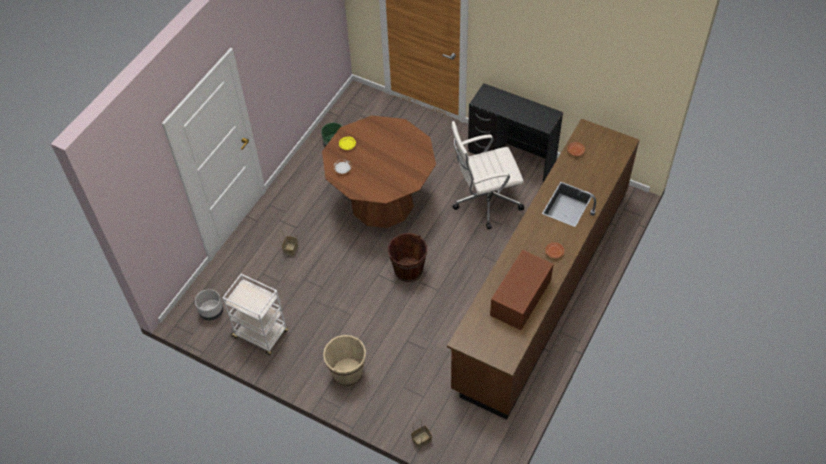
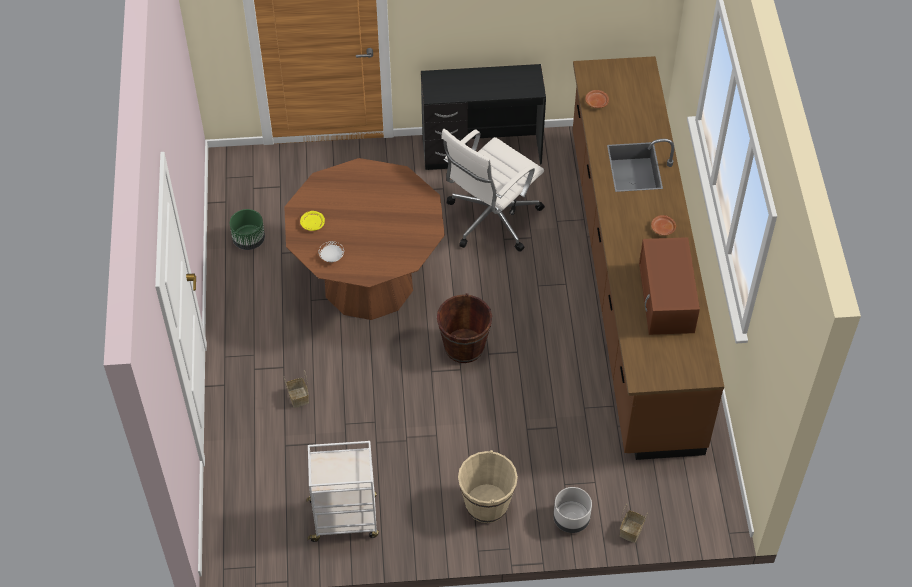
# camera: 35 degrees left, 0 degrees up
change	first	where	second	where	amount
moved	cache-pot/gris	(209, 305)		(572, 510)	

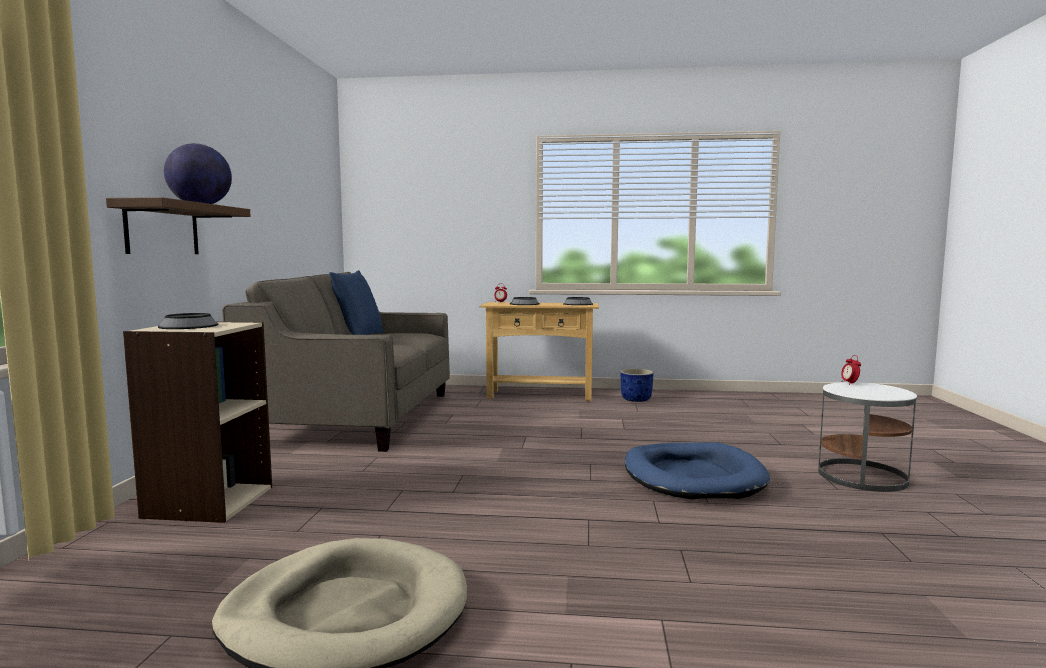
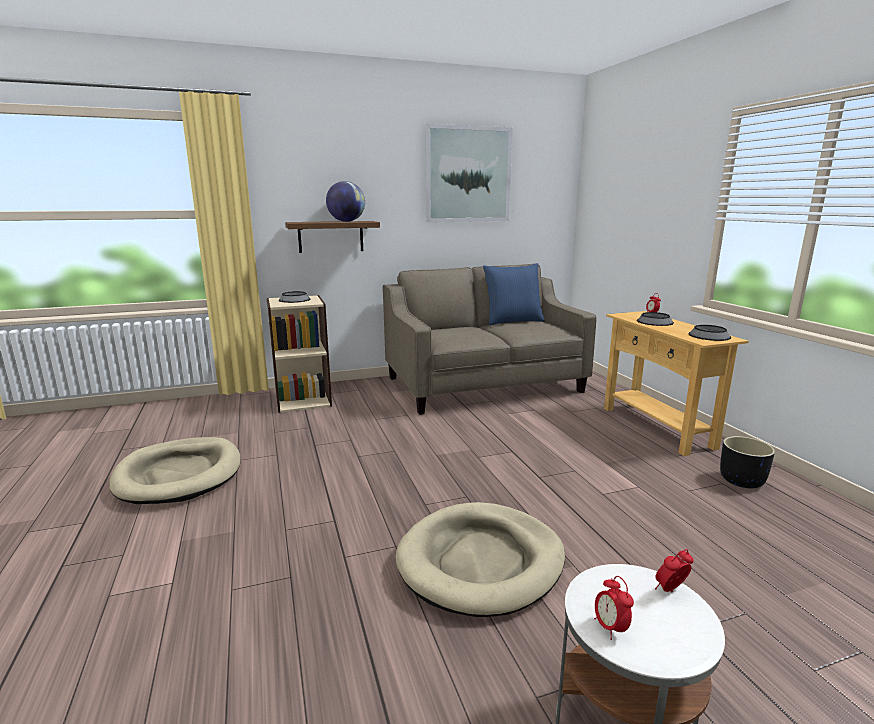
# camera: 65 degrees right, 10 degrees up
change	first	where	second	where	amount
recoloured	panier pour chien/bleu	(697, 471)	panier pour chien/beige	(480, 559)	
added			tableau	(469, 173)	
added			réveil	(614, 608)	
recoloured	cache-pot/bleu	(637, 385)	cache-pot/noir	(747, 462)	

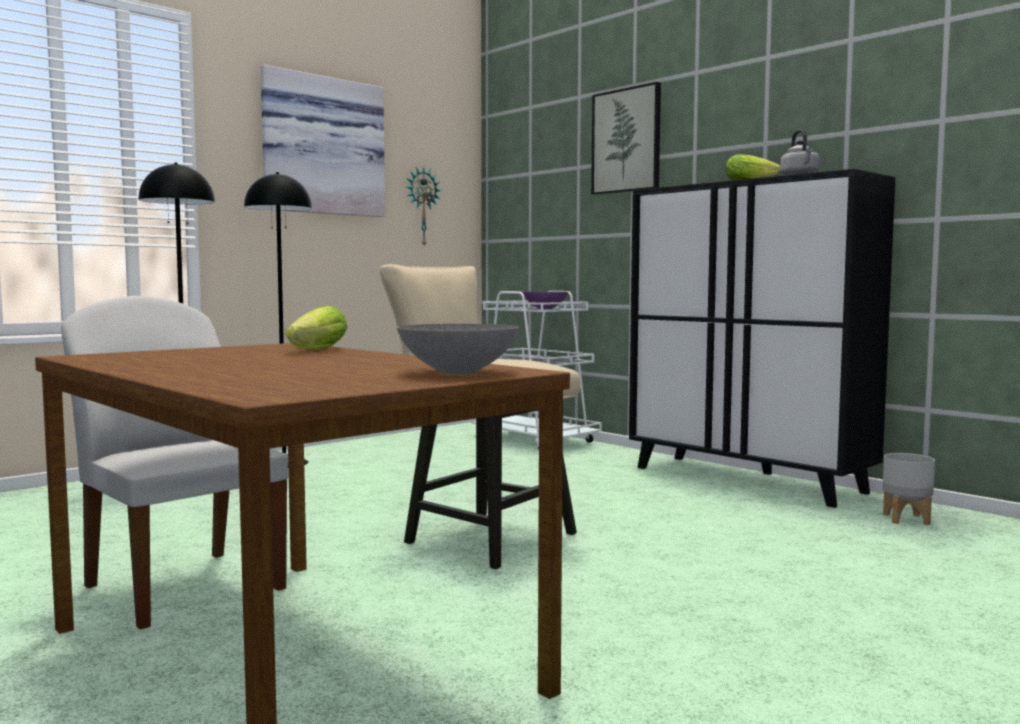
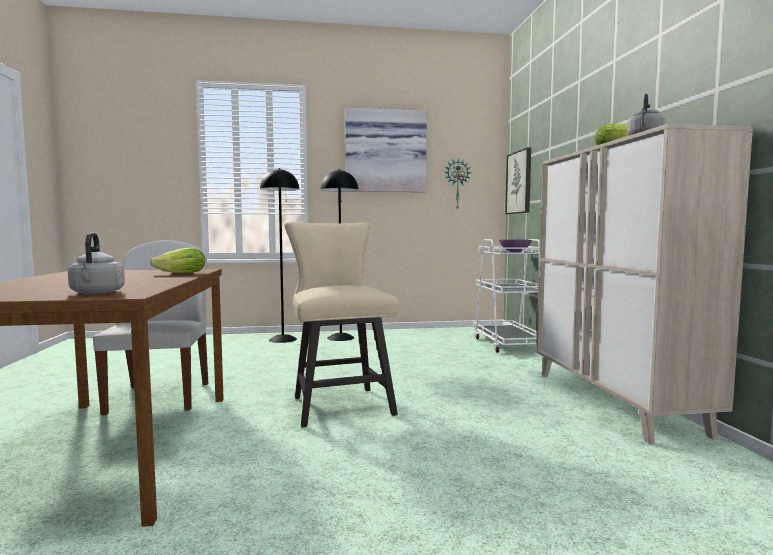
# camera: 35 degrees right, 0 degrees up
change	first	where	second	where	amount
replaced	bol/gris	(458, 349)	bouilloire/gris	(96, 263)	
moved	tableau	(626, 138)		(518, 180)	
recoloured	meuble de rangement/noir	(762, 338)	meuble de rangement/beige	(644, 284)	
removed	cache-pot/gris	(909, 489)			

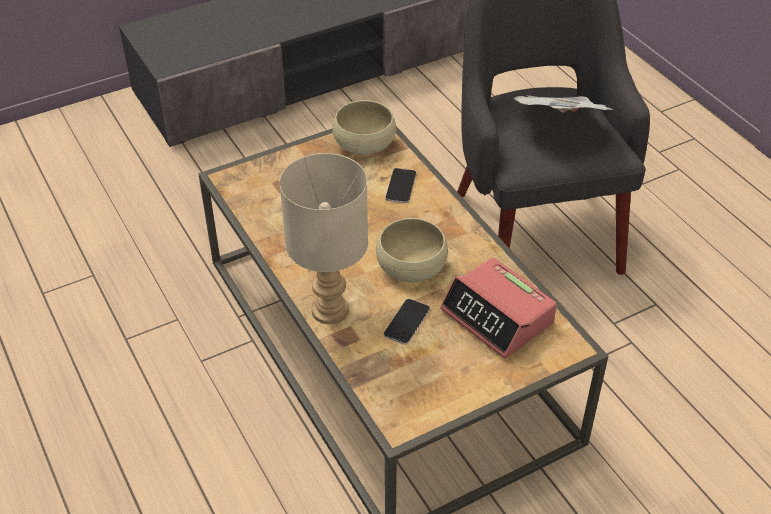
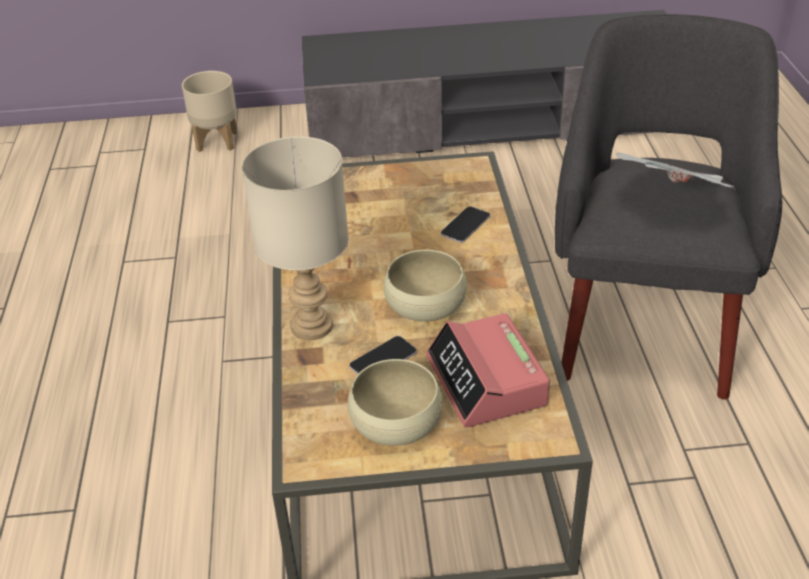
# camera: 25 degrees right, 5 degrees down
change	first	where	second	where	amount
added			cache-pot/beige	(209, 111)	
moved	bol/beige	(364, 127)		(395, 402)	

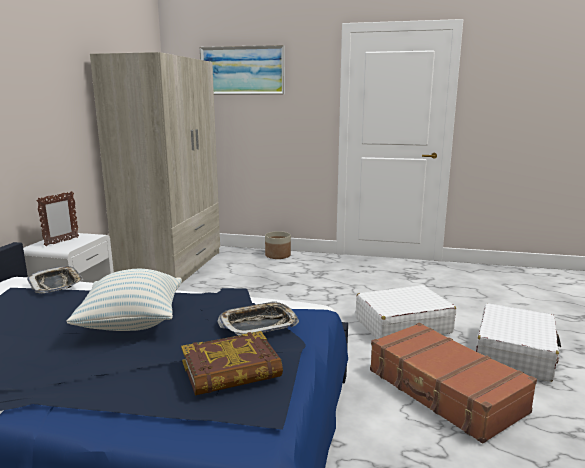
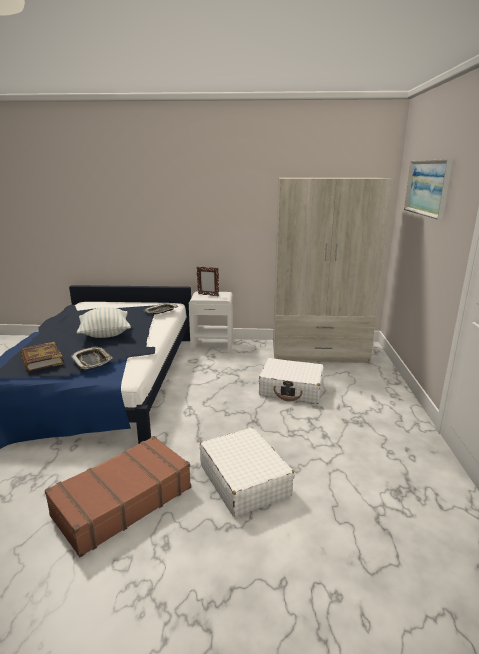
# camera: 80 degrees right, 5 degrees up
change	first	where	second	where	amount
moved	valise/blanc	(518, 342)		(291, 381)	
removed	cache-pot	(278, 245)			

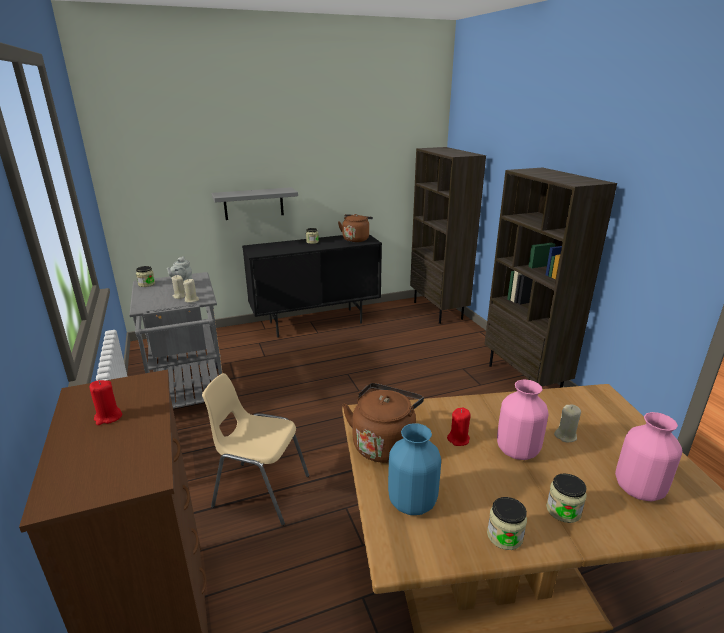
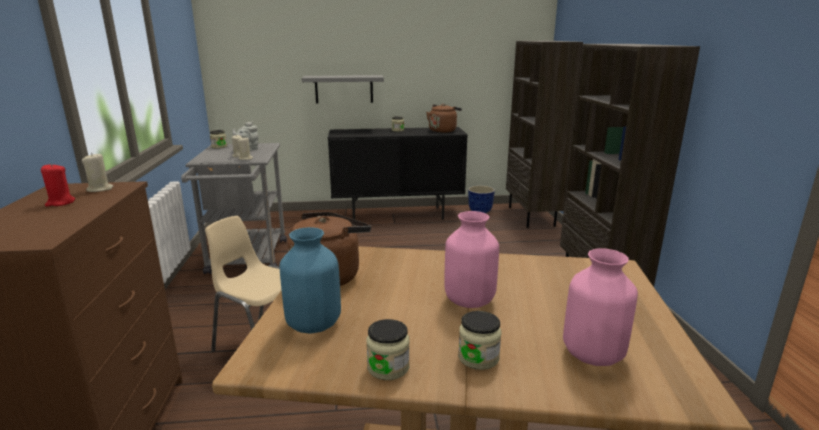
# camera: 15 degrees right, 5 degrees down
change	first	where	second	where	amount
moved	bougie/beige	(567, 423)		(97, 172)	
added			cache-pot	(481, 199)	
removed	bougie/rouge	(459, 427)			

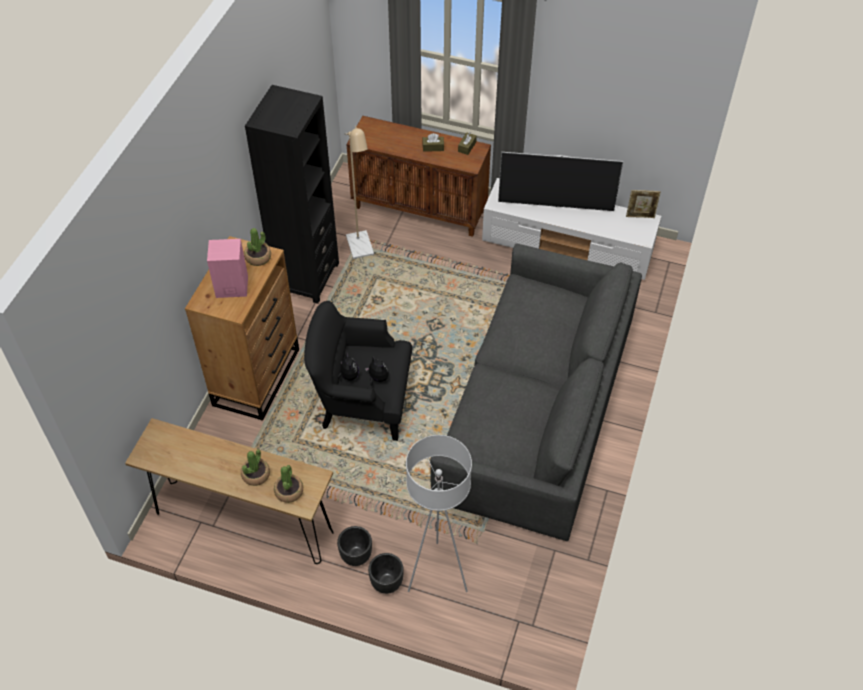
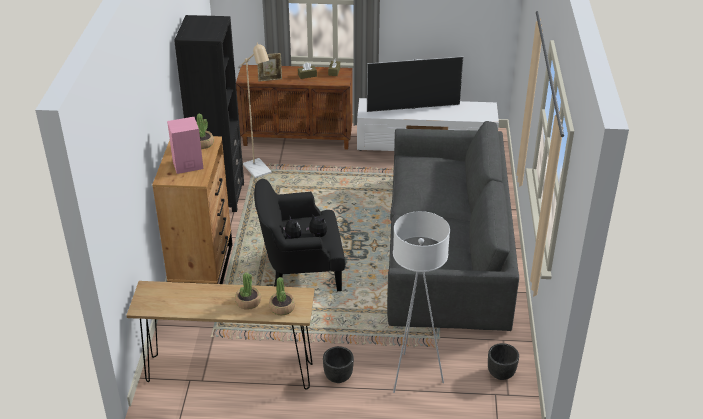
# camera: 15 degrees left, 15 degrees down
change	first	where	second	where	amount
moved	cadre photo	(643, 204)		(269, 67)	
moved	cache-pot/noir	(386, 573)		(503, 361)	

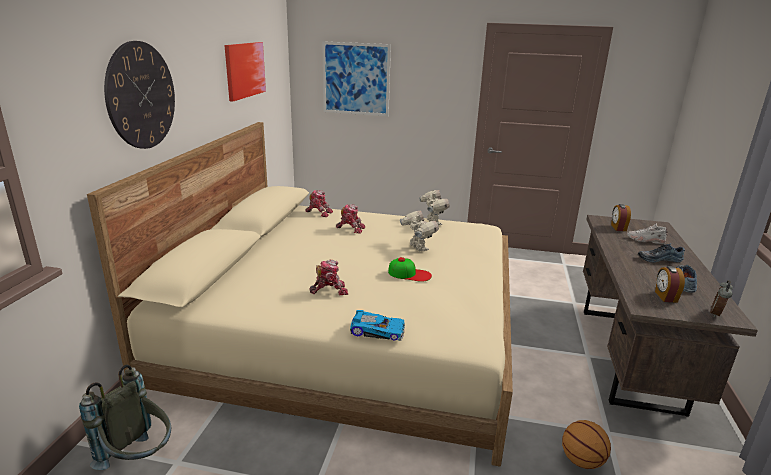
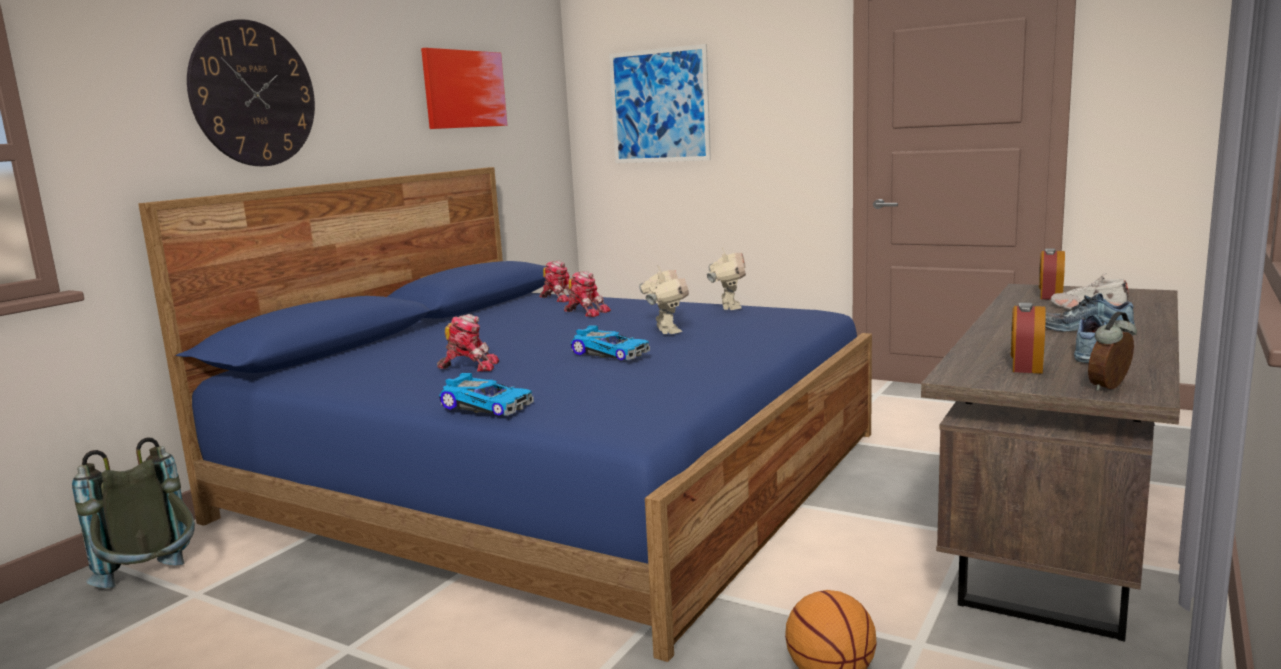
# camera: 20 degrees right, 10 degrees down
change	first	where	second	where	amount
recoloured	lit/beige	(300, 294)	lit/bleu	(505, 414)	
replaced	casquette	(410, 269)	petite voiture	(610, 342)	

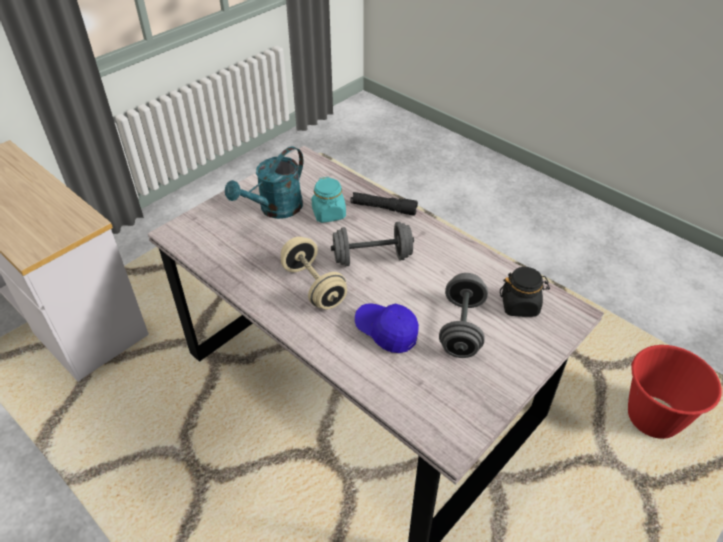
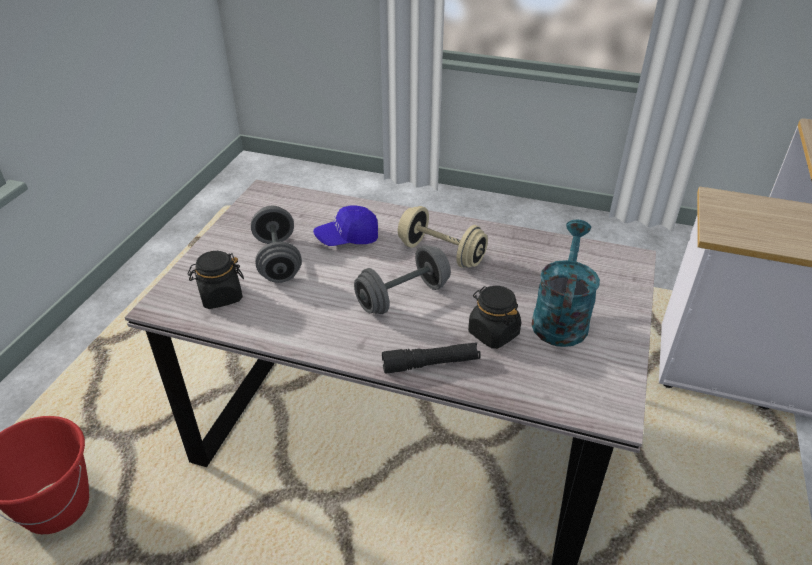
# camera: 155 degrees right, 5 degrees down
change	first	where	second	where	amount
turned	casquette/bleu	(387, 328)		(345, 225)	150 degrees clockwise
recoloured	bocal/turquoise	(329, 200)	bocal/noir	(494, 317)	

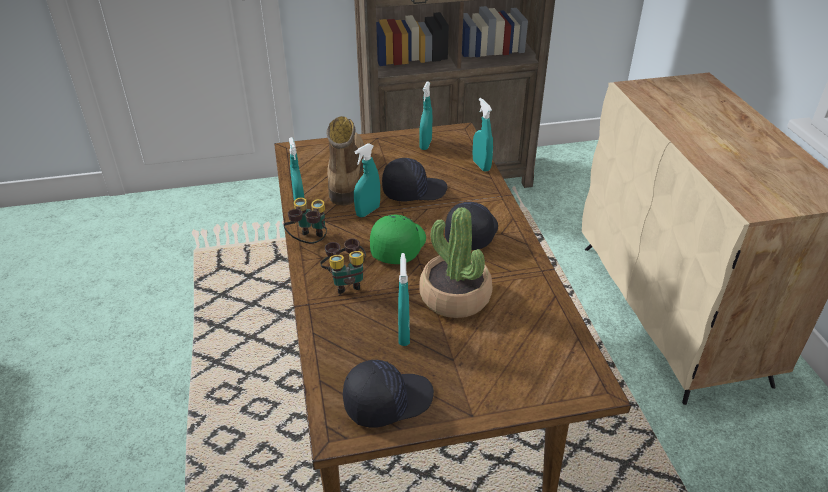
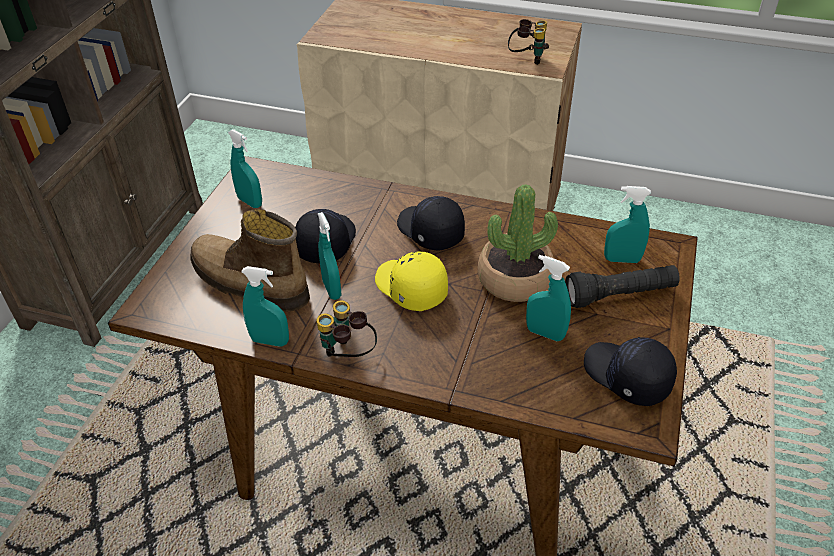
# camera: 60 degrees left, 5 degrees up
change	first	where	second	where	amount
recoloured	casquette/vert	(398, 239)	casquette/jaune	(411, 281)	
moved	jumelles	(343, 266)		(528, 42)	
added			lampe de poche/noir	(622, 286)	
turned	casquette/noir	(388, 394)		(630, 371)	45 degrees counterclockwise
moved	vaporisateur/turquoise	(482, 135)		(627, 224)	

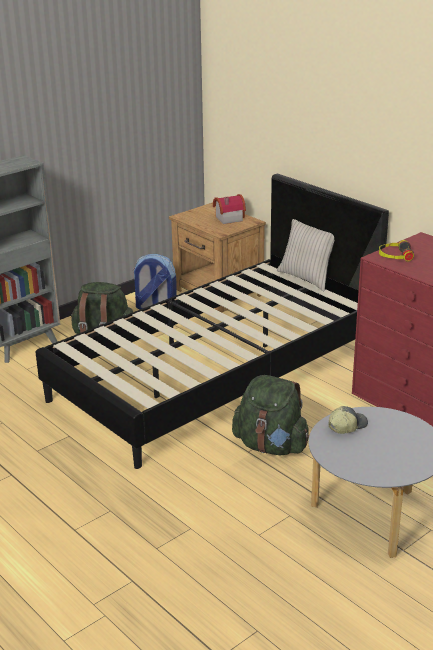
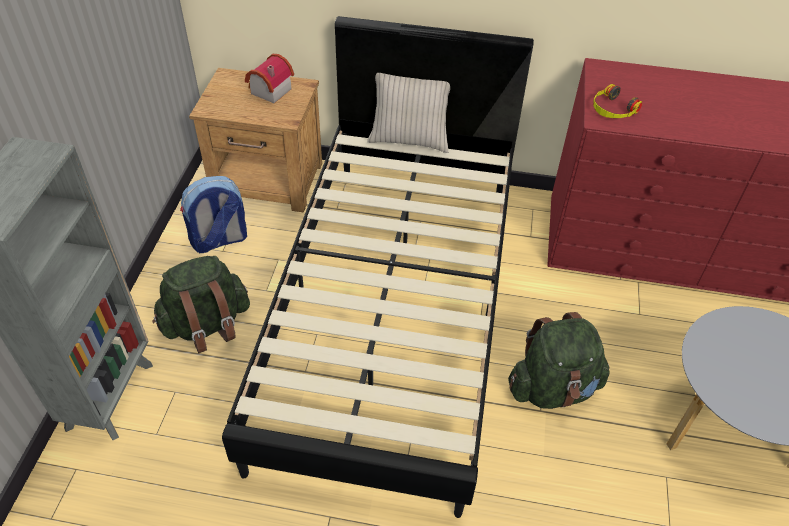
# camera: 40 degrees left, 20 degrees up
change	first	where	second	where	amount
removed	casquette	(348, 420)			

